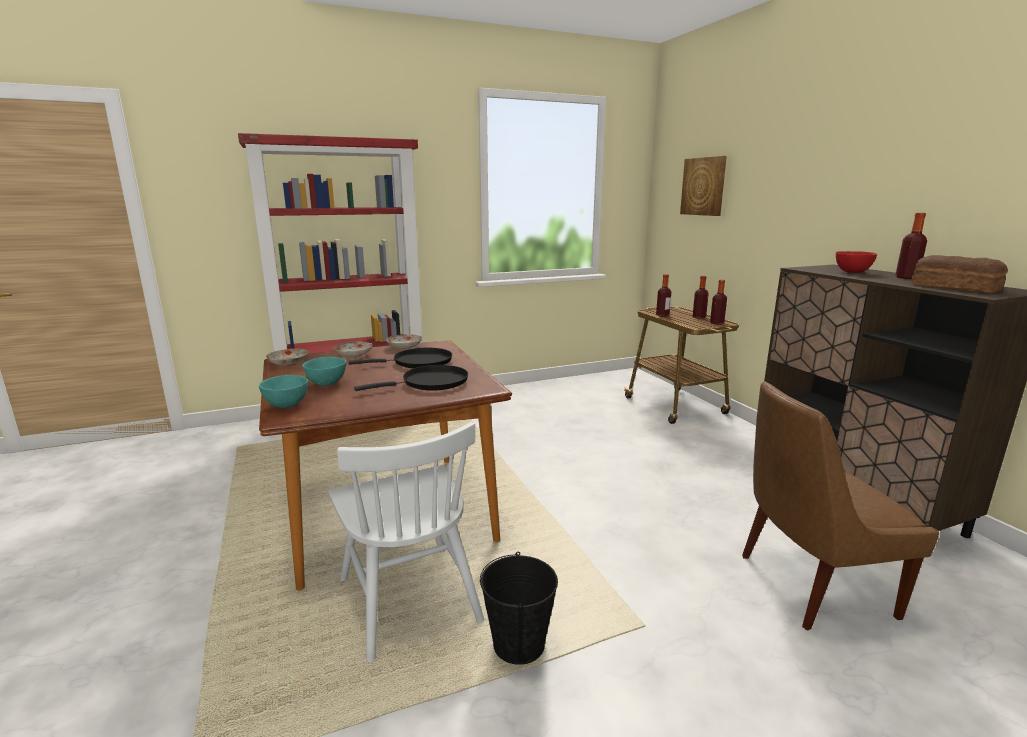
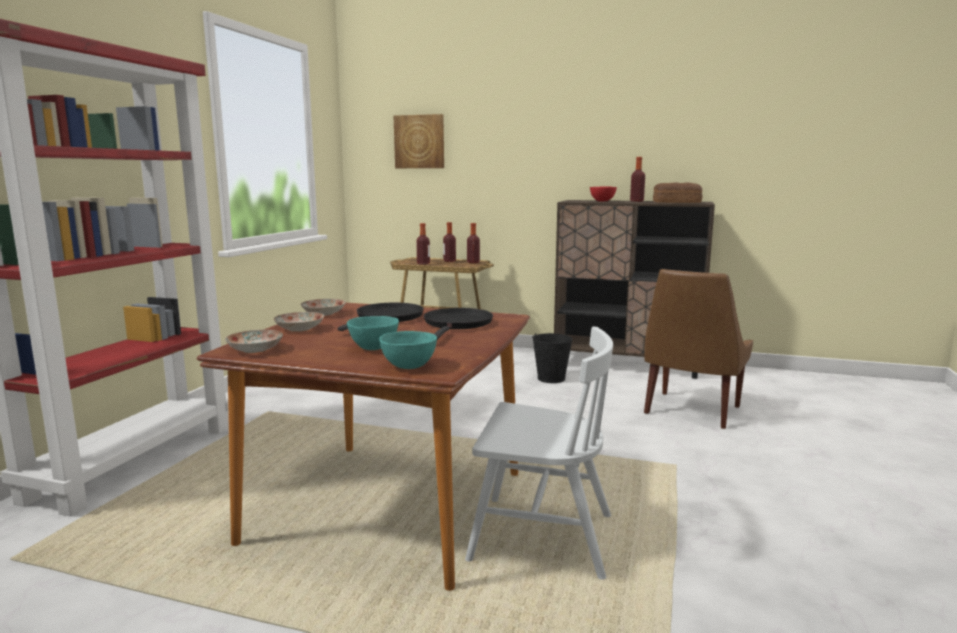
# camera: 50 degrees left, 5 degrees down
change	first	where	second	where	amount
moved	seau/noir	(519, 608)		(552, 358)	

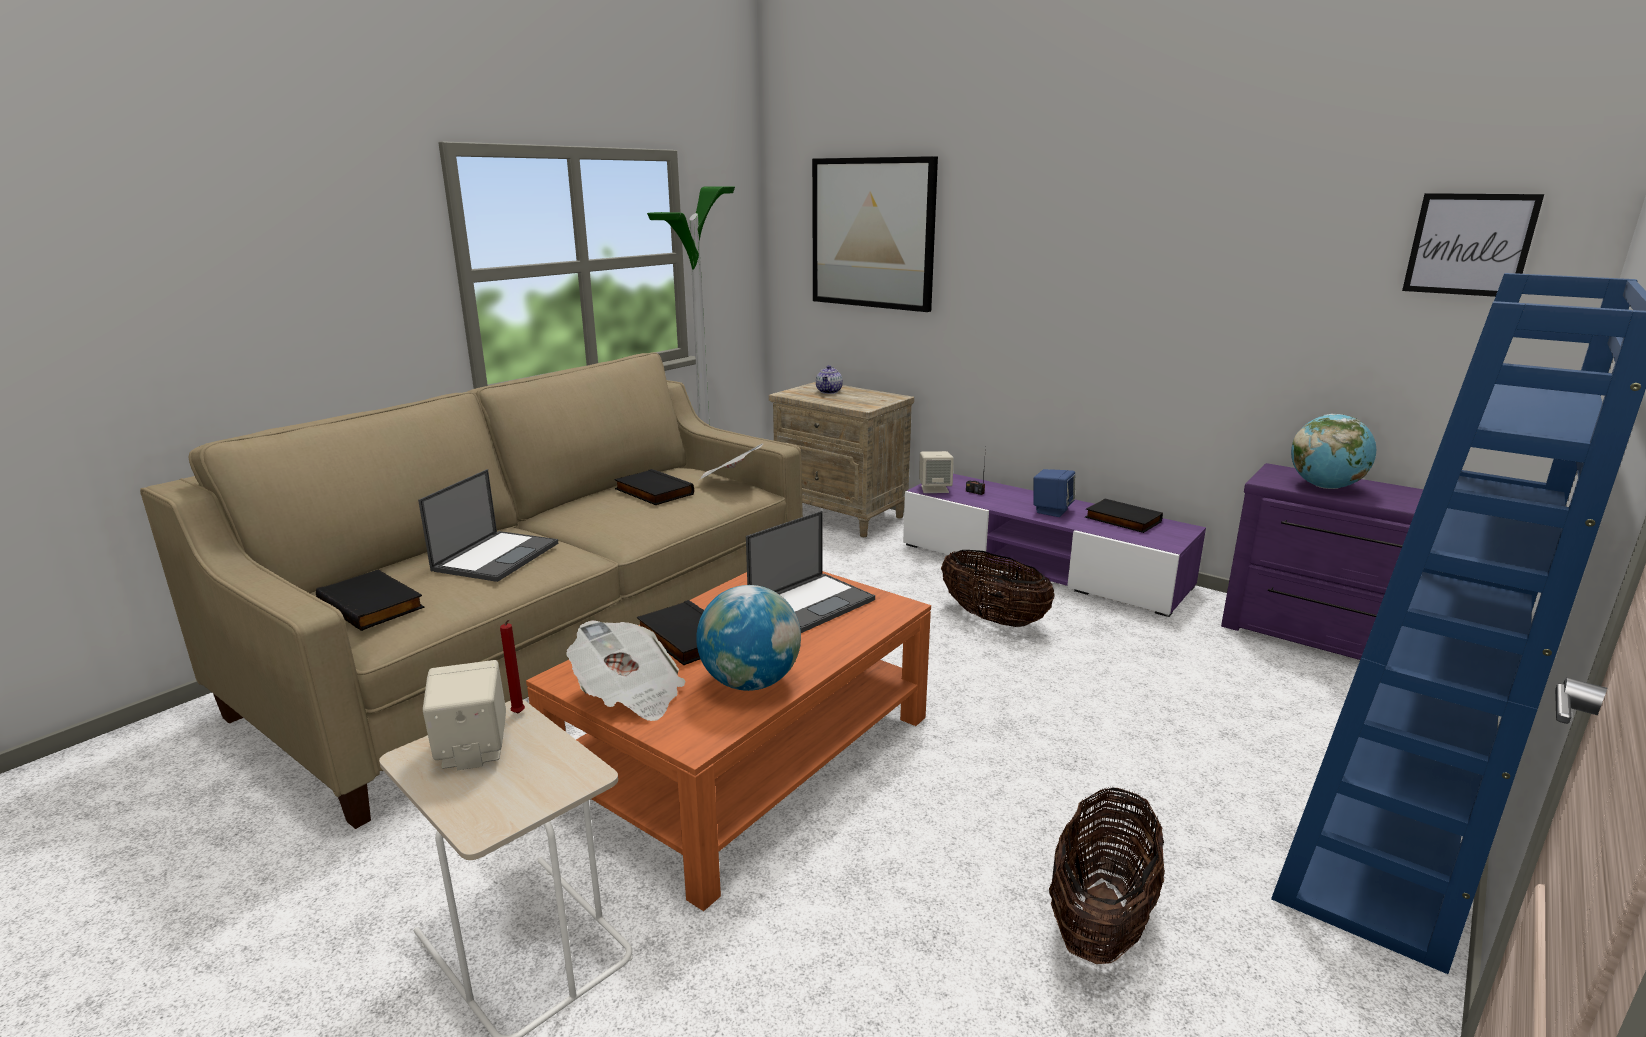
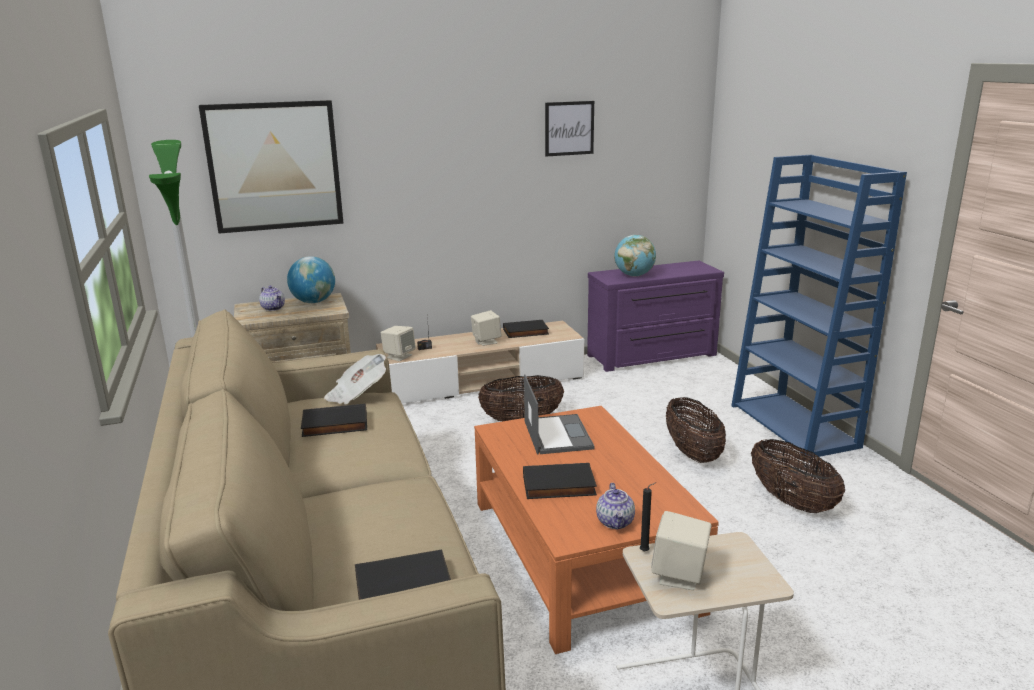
# camera: 55 degrees left, 0 degrees up
change	first	where	second	where	amount
moved	globe	(748, 638)		(311, 279)	
recoloured	meuble télé/violet	(1054, 545)	meuble télé/beige	(480, 362)	
recoloured	enceinte/bleu	(1054, 493)	enceinte/beige	(486, 328)	
moved	tableau	(1473, 245)		(569, 128)	
replaced	journal	(626, 670)	théière	(615, 506)	
recoloured	bougie/rouge	(512, 666)	bougie/noir	(648, 517)	
added			panier	(696, 430)	
removed	ordinateur portable	(488, 525)			

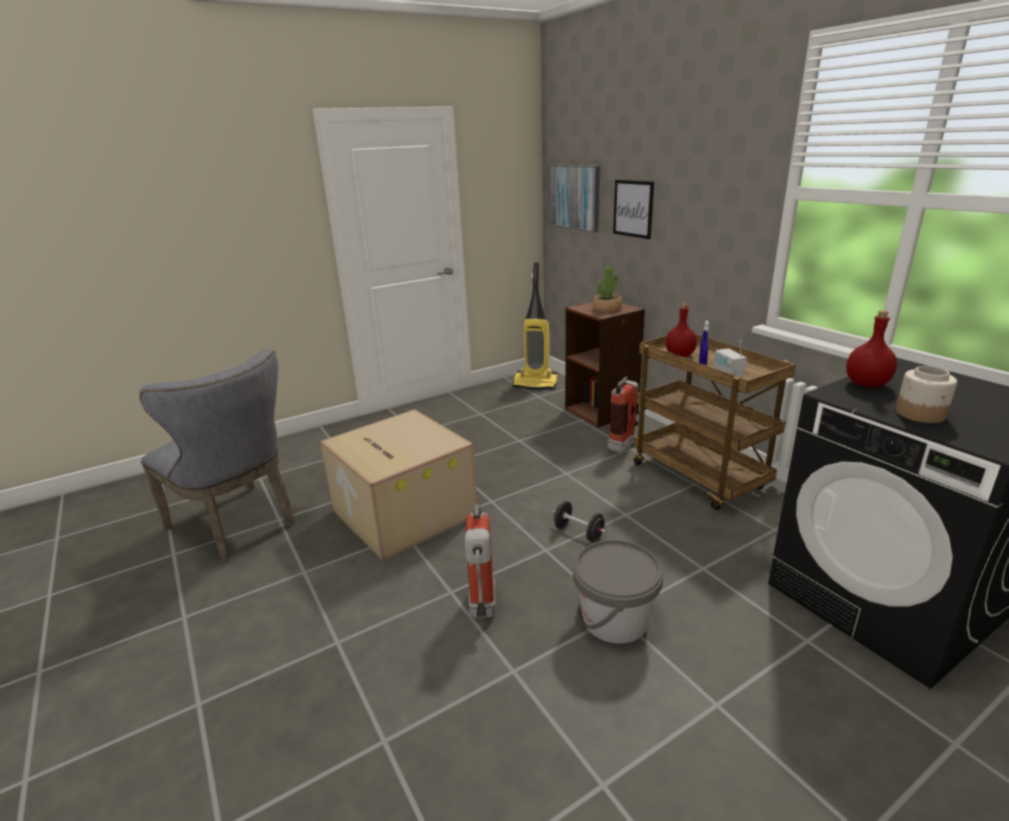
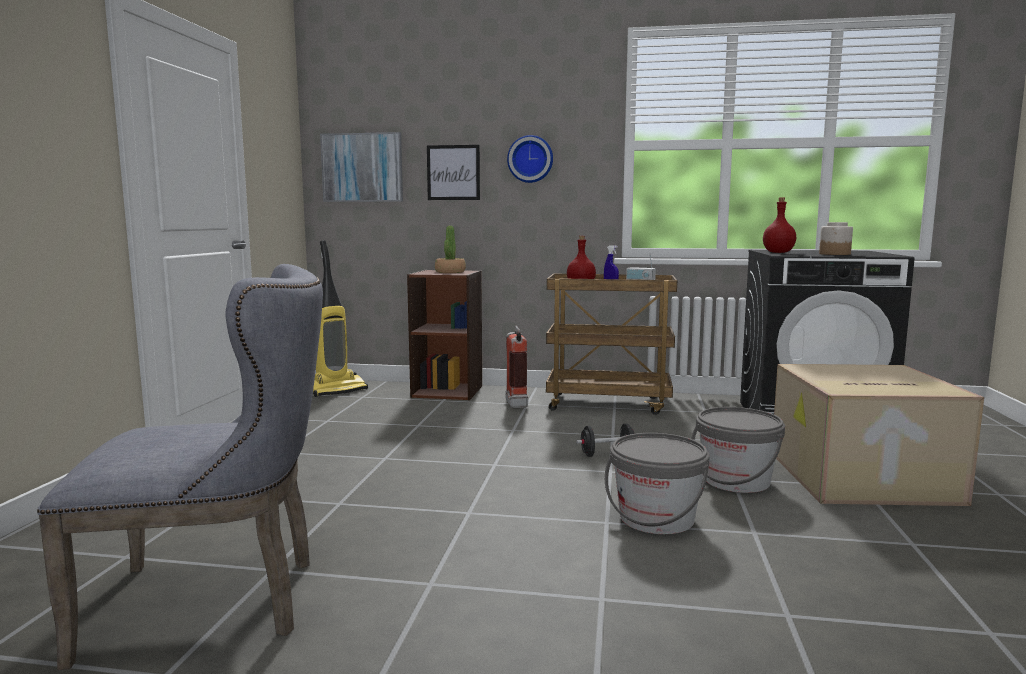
# camera: 50 degrees left, 15 degrees down
change	first	where	second	where	amount
added			horloge murale	(530, 159)	
replaced	extincteur	(480, 561)	seau/gris	(657, 483)	
moved	carton	(398, 485)		(879, 435)	

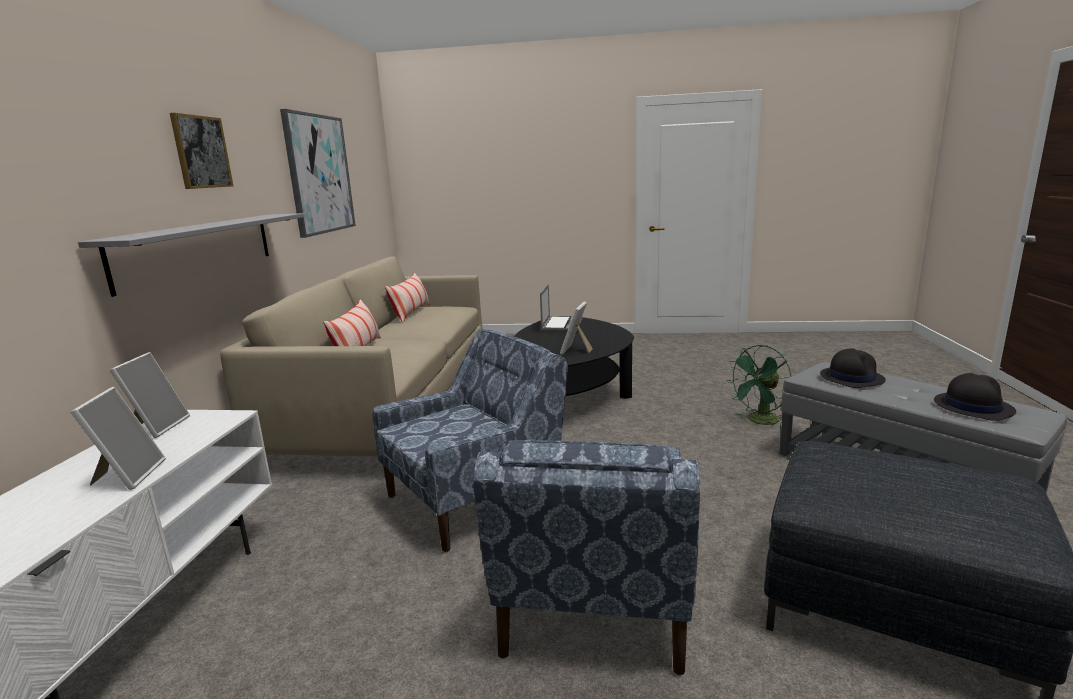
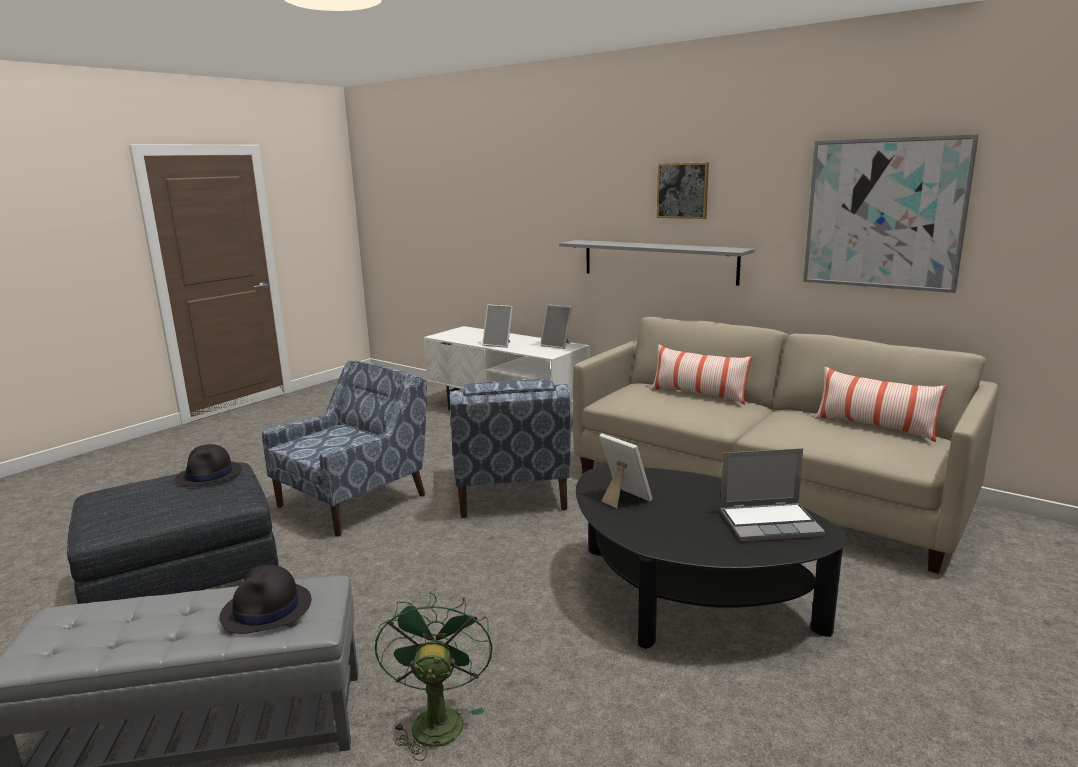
# camera: 120 degrees right, 0 degrees up
change	first	where	second	where	amount
moved	chapeau/noir	(975, 397)		(208, 465)	
turned	fauteuil/bleu	(586, 557)		(344, 448)	90 degrees clockwise
turned	ordinateur portable	(561, 308)		(772, 494)	45 degrees counterclockwise

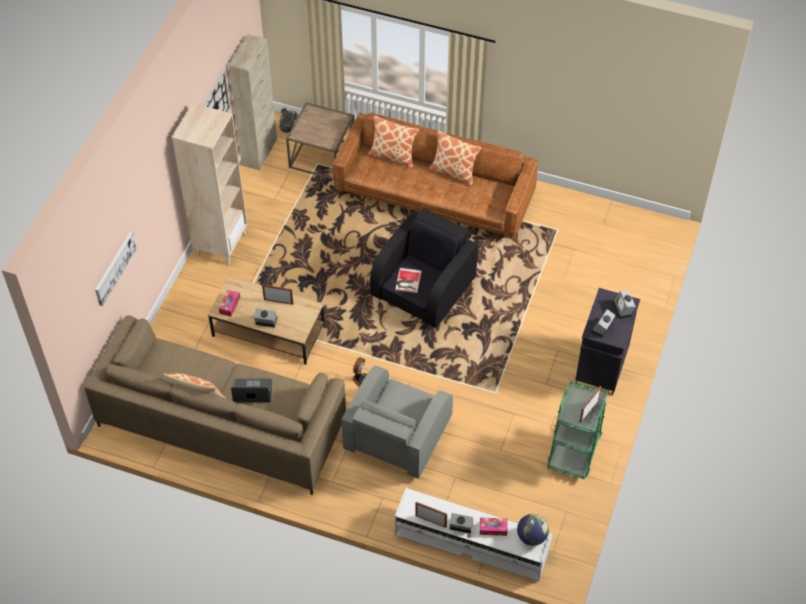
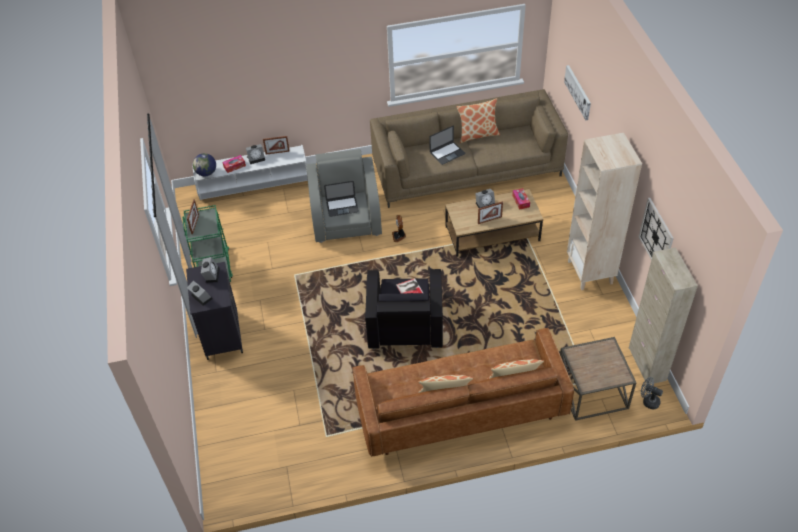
# camera: 150 degrees right, 5 degrees down
change	first	where	second	where	amount
added			ordinateur portable	(341, 199)	

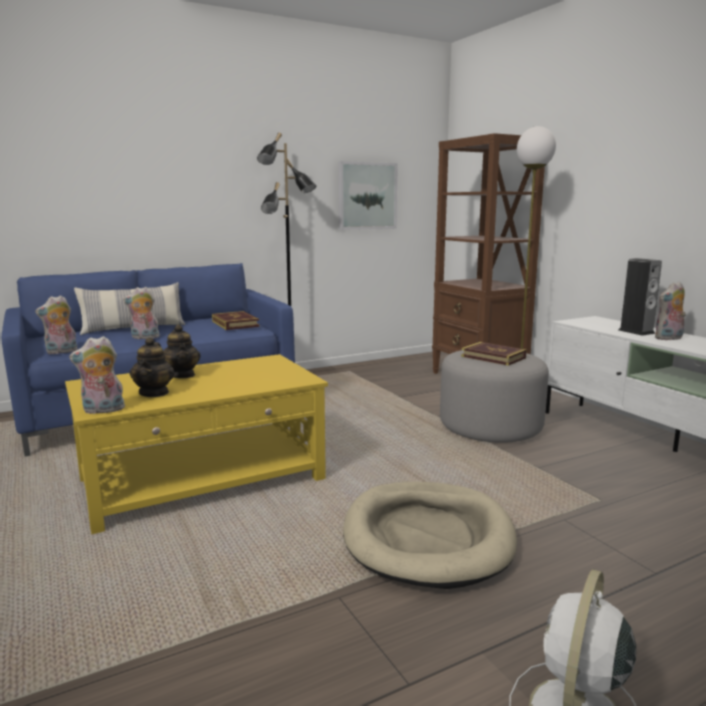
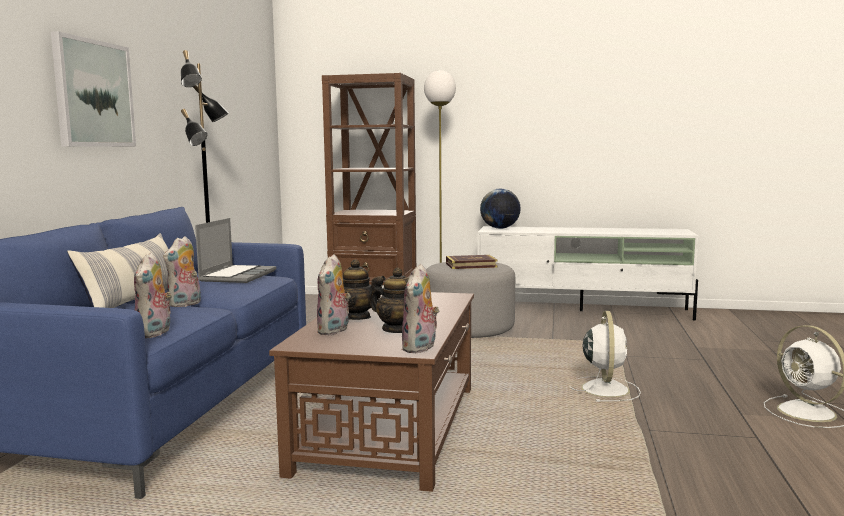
# camera: 50 degrees left, 5 degrees down
change	first	where	second	where	amount
moved	tableau	(368, 195)		(93, 89)	
replaced	livre	(235, 320)	ordinateur portable	(235, 250)	
recoloured	table basse/jaune	(196, 444)	table basse/marron	(371, 392)	
moved	peluche	(670, 311)		(334, 294)	
added			globe	(500, 209)	
replaced	panier pour chien/beige	(430, 535)	ventilateur/blanc	(605, 356)	
removed	enceinte	(640, 297)			

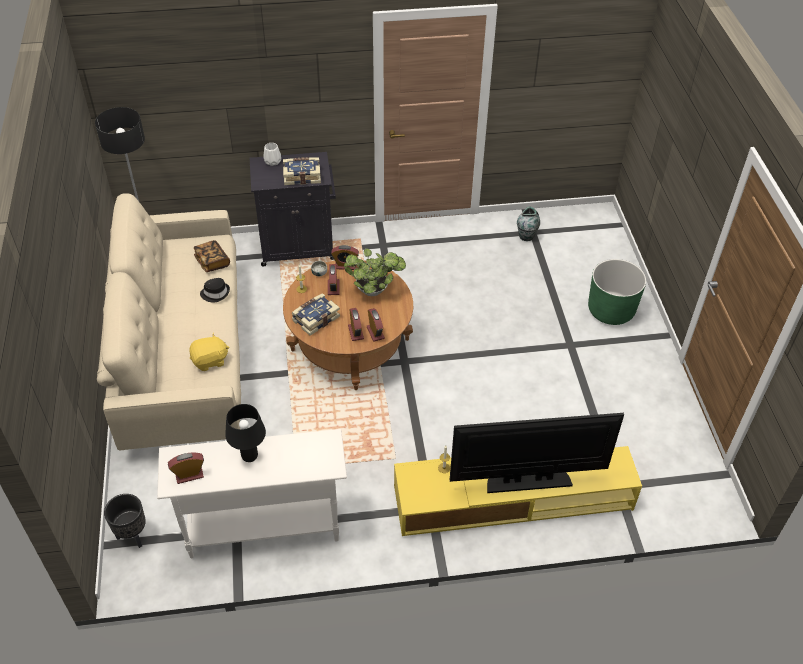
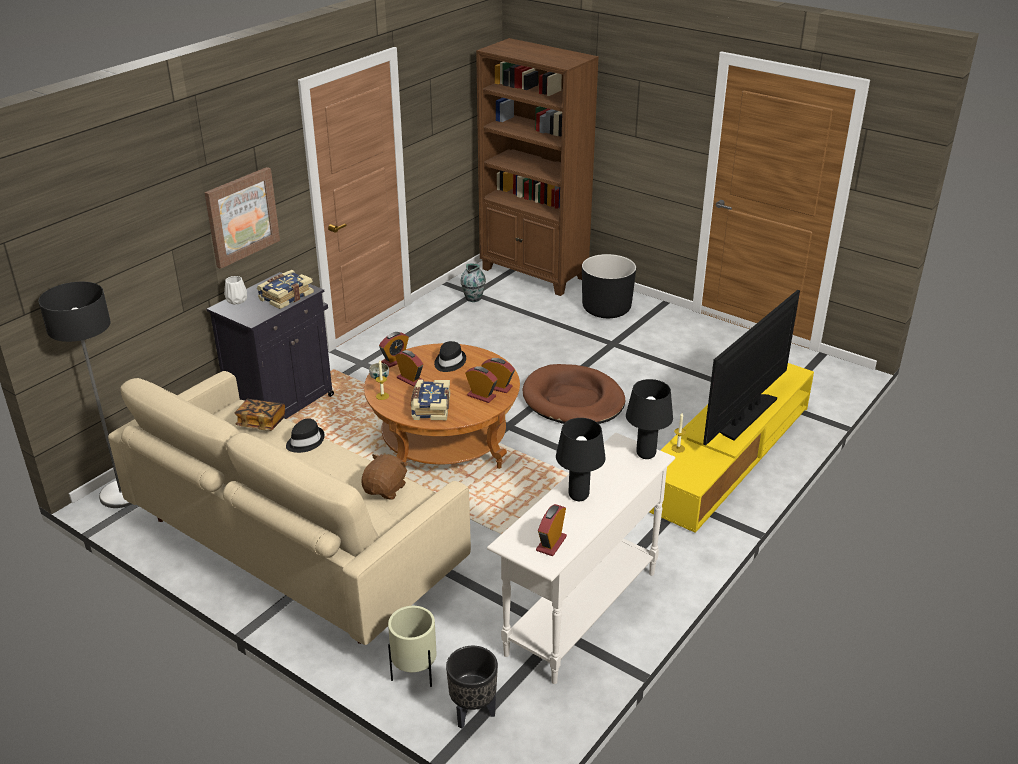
# camera: 45 degrees left, 15 degrees down
change	first	where	second	where	amount
added			tableau	(242, 218)	
recoloured	peluche/jaune	(209, 352)	peluche/marron	(384, 477)	
added			cache-pot/beige	(412, 646)	
replaced	plante en pot	(375, 272)	chapeau/noir	(450, 356)	
added			bibliothèque/marron	(537, 167)	
added			panier pour chien/marron	(574, 394)	
recoloured	cache-pot/vert	(617, 292)	cache-pot/noir	(609, 286)	
added			lampe de table/noir	(649, 419)	

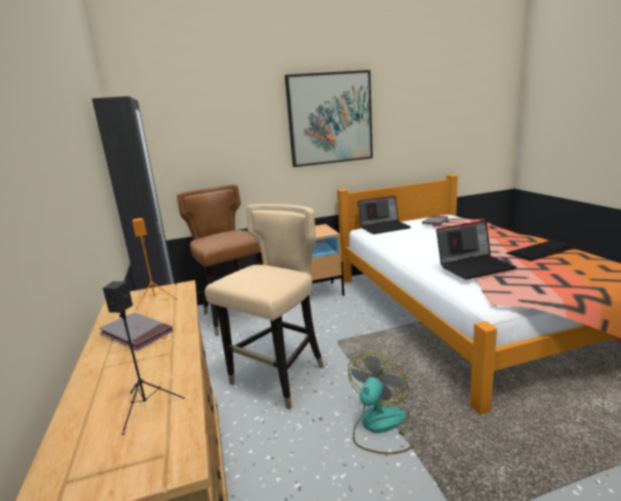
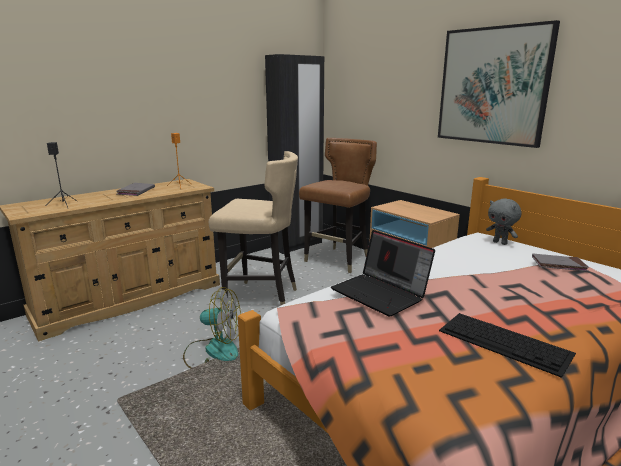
# camera: 65 degrees right, 0 degrees up
change	first	where	second	where	amount
replaced	ordinateur portable	(384, 215)	peluche/gris	(504, 222)	

